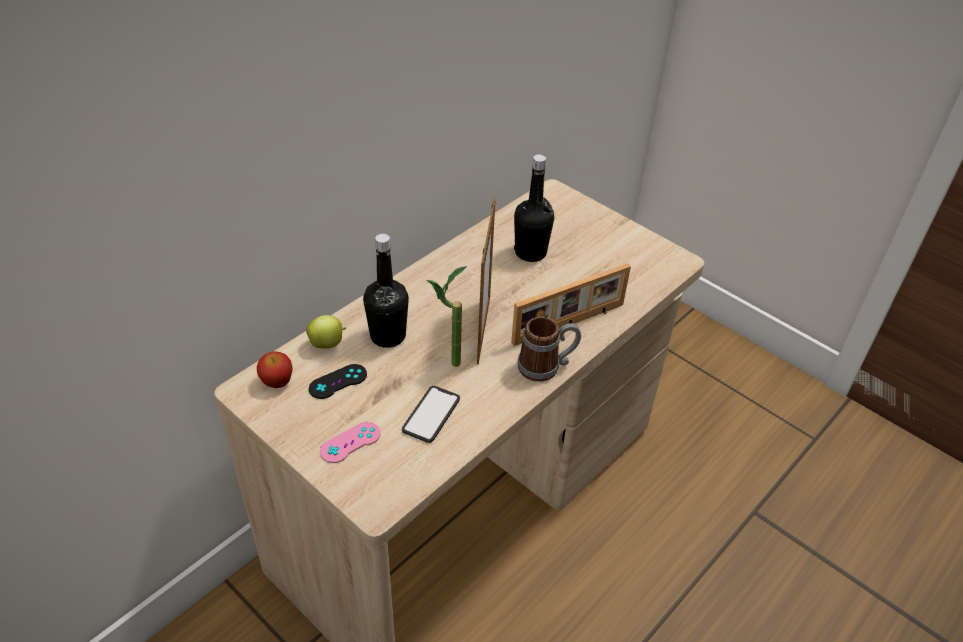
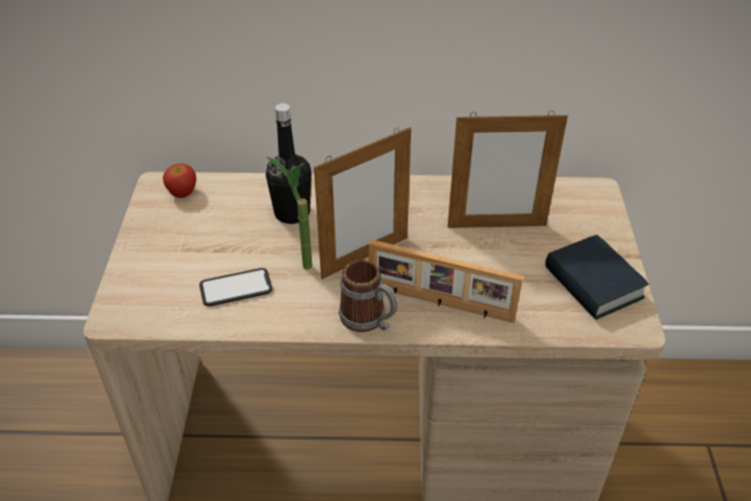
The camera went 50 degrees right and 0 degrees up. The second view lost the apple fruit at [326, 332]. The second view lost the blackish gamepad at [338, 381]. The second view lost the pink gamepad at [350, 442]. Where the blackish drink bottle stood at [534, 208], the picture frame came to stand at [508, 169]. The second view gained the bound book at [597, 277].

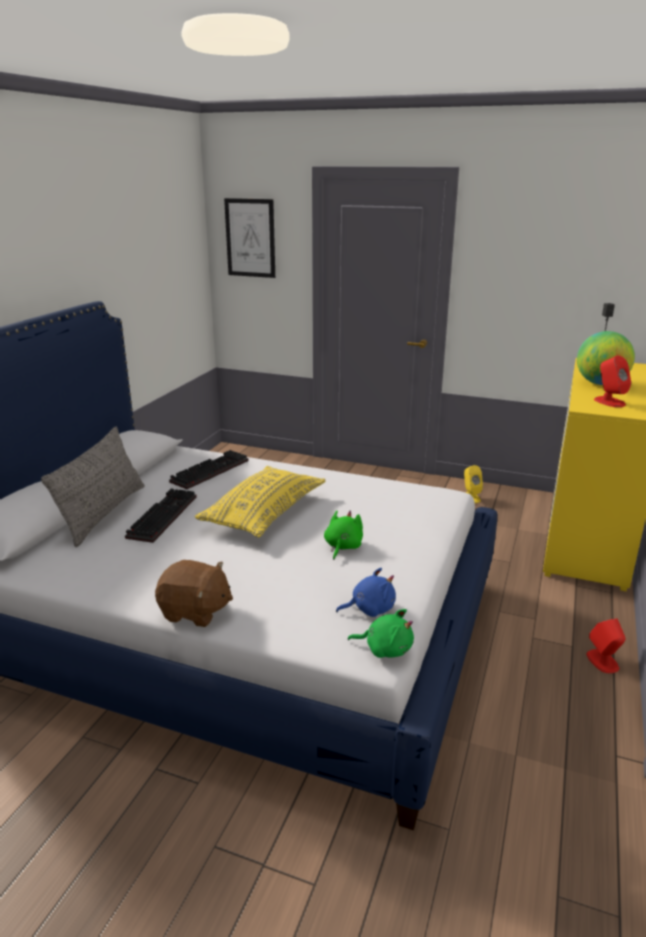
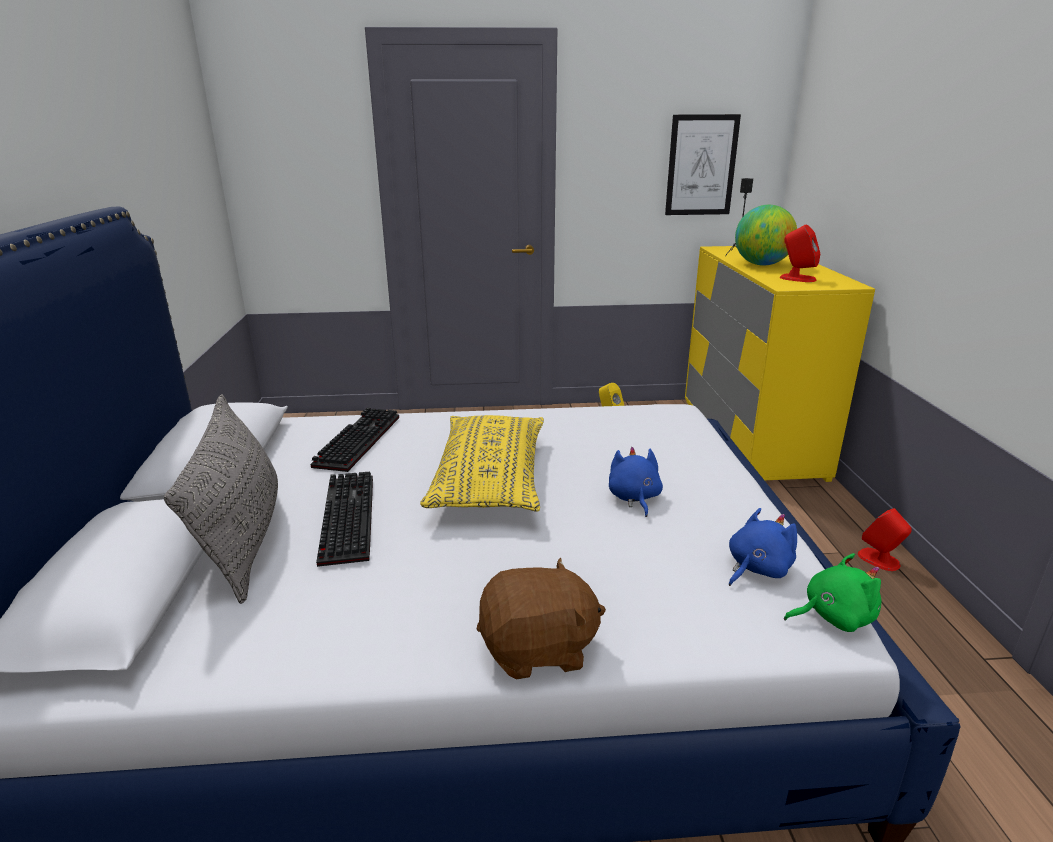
The camera went 25 degrees left and 0 degrees up. The picture ended up elsewhere, having gone from [249, 238] to [703, 164]. What was the green-coloured plush toy at [343, 535] turned into the bluish plush toy at [636, 482].

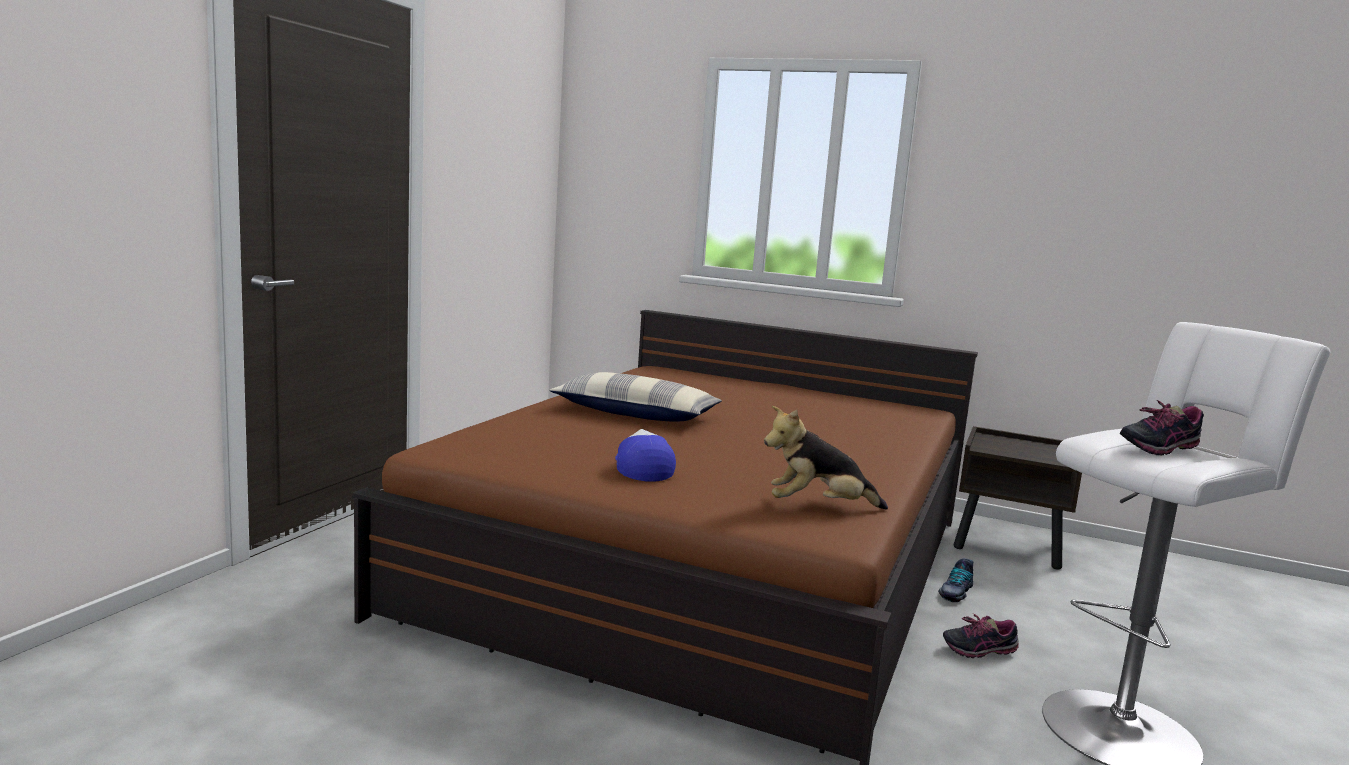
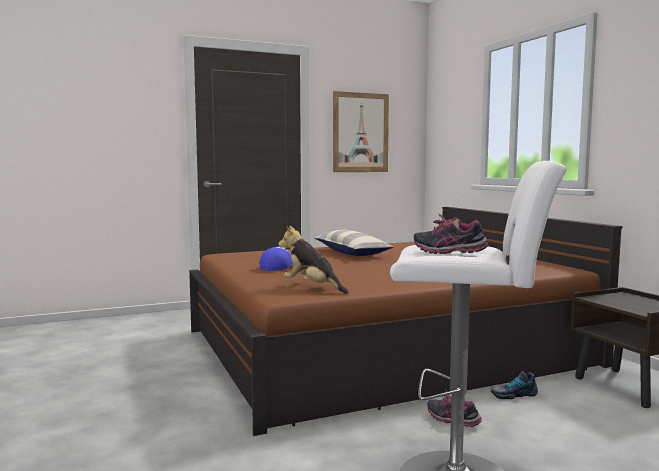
The camera went 45 degrees right and 5 degrees down. The second view gained the picture at [361, 131].

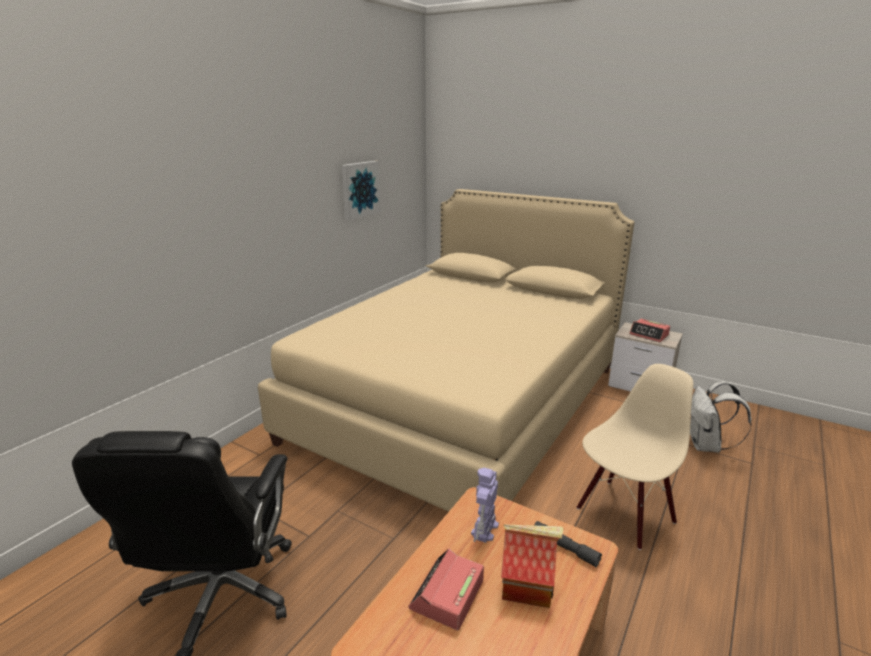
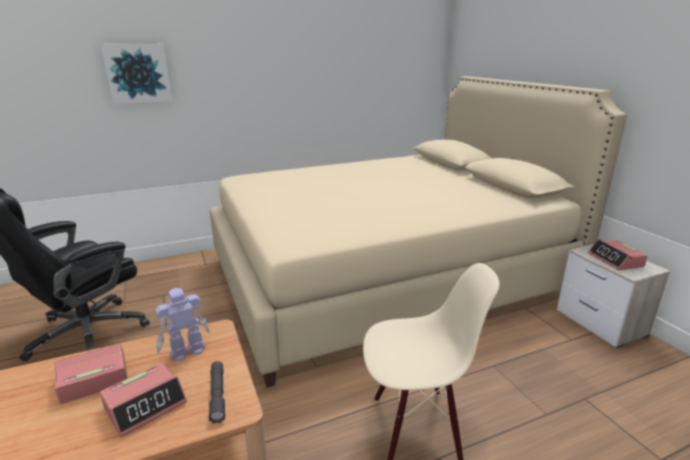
The camera went 35 degrees right and 0 degrees up. The picture ended up elsewhere, having gone from [361, 190] to [136, 73]. Where the toy house stood at [532, 566], the alarm clock came to stand at [143, 400]. The second view lost the white-coloured backpack at [721, 417].

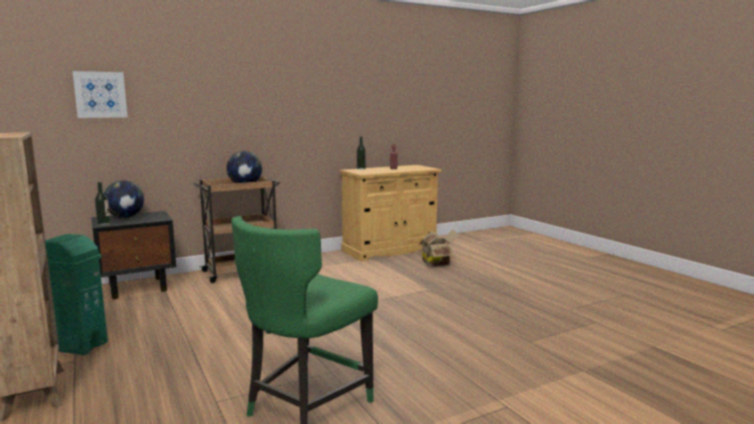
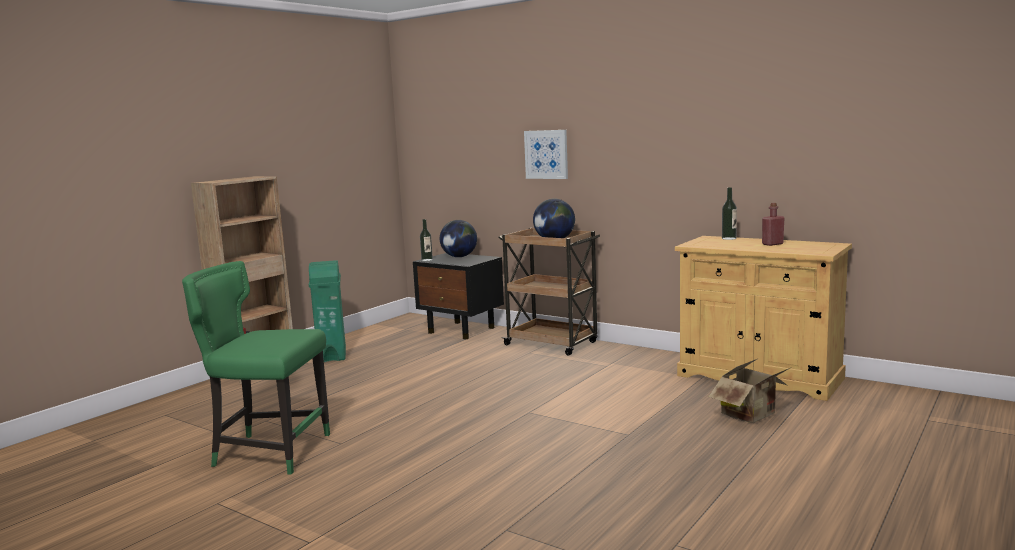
The camera went 65 degrees right and 0 degrees up. The picture ended up elsewhere, having gone from [100, 94] to [546, 154].

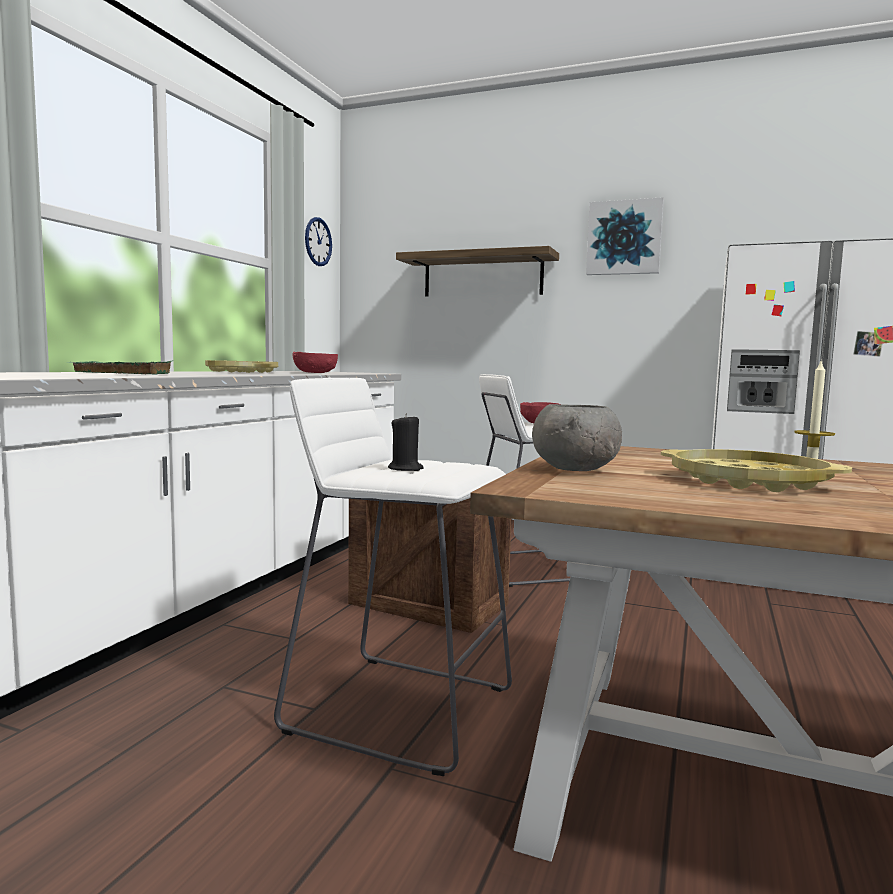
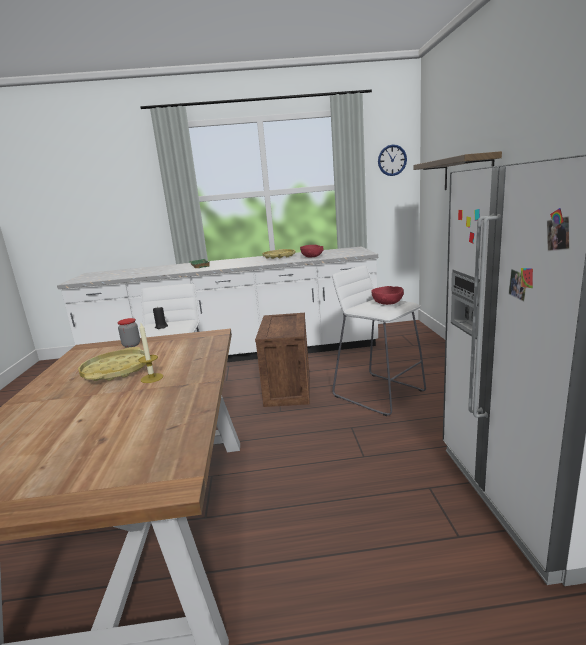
The camera went 65 degrees right and 10 degrees up. Where the greyish bowl stood at [577, 437], the preserve jar came to stand at [128, 333]. The second view lost the picture at [625, 236].

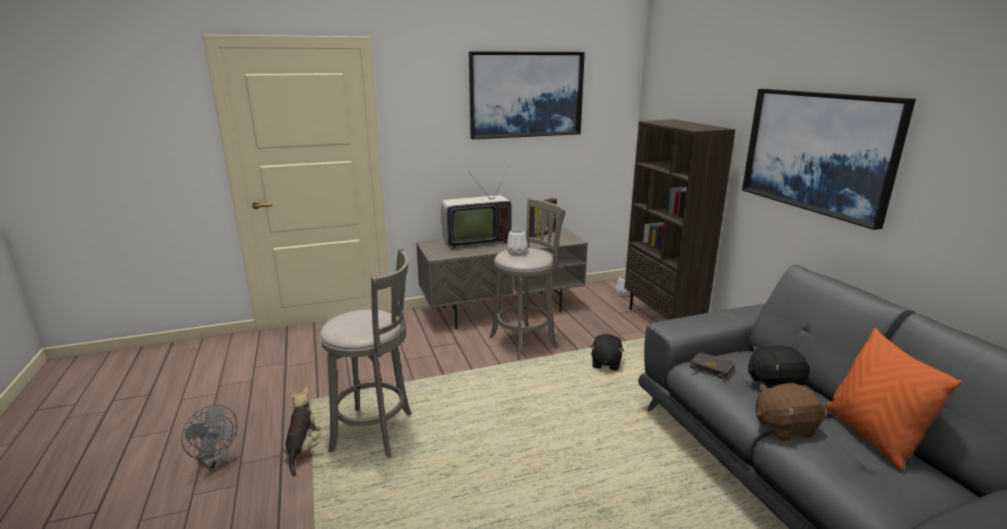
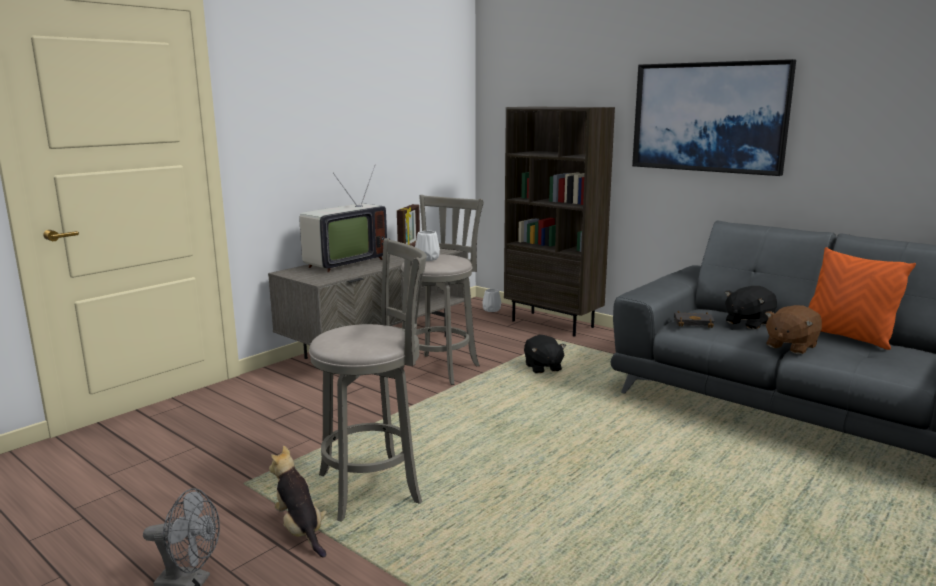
The camera went 30 degrees left and 5 degrees down. The second view lost the picture at [527, 95].

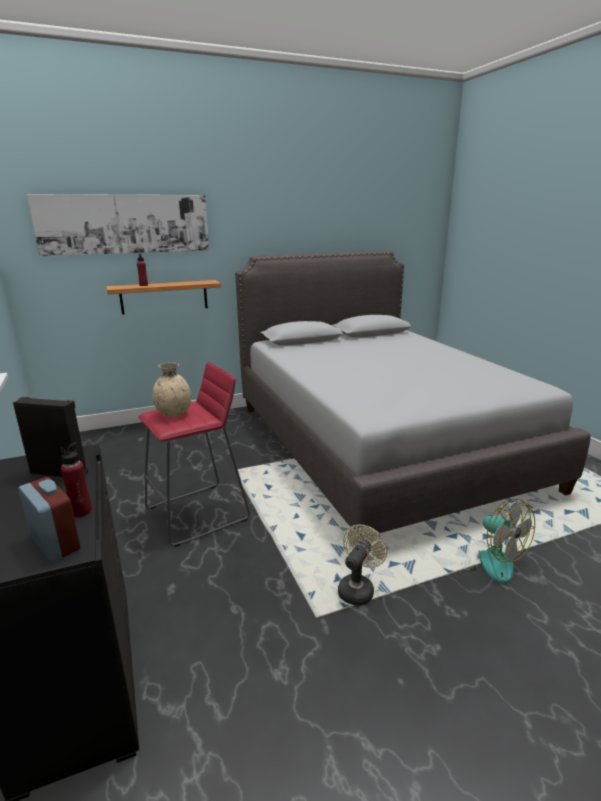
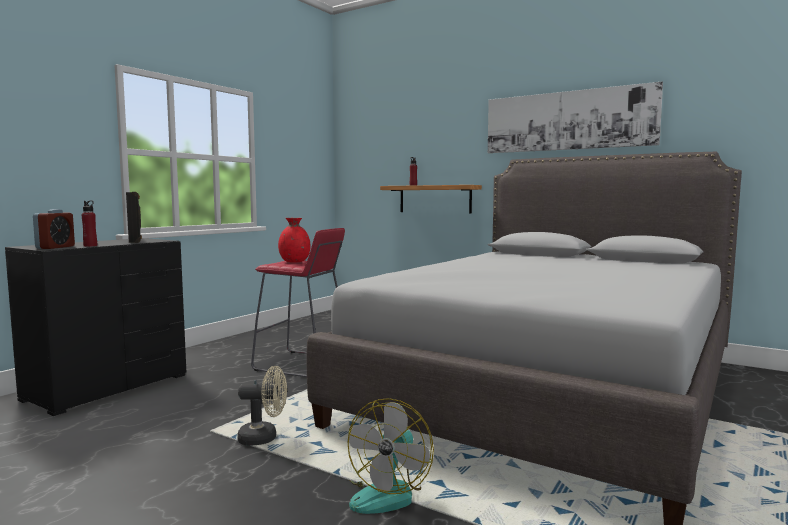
The camera went 55 degrees right and 15 degrees down. The picture ended up elsewhere, having gone from [118, 225] to [575, 117]. What was the sand-coloured decorative vase at [172, 389] turned into the reddish decorative vase at [294, 240].

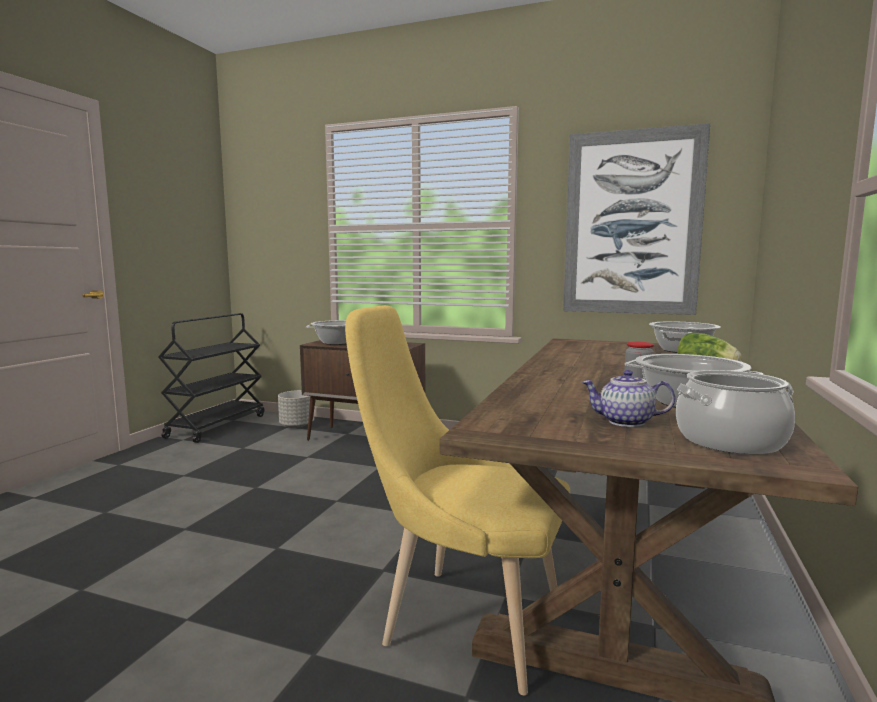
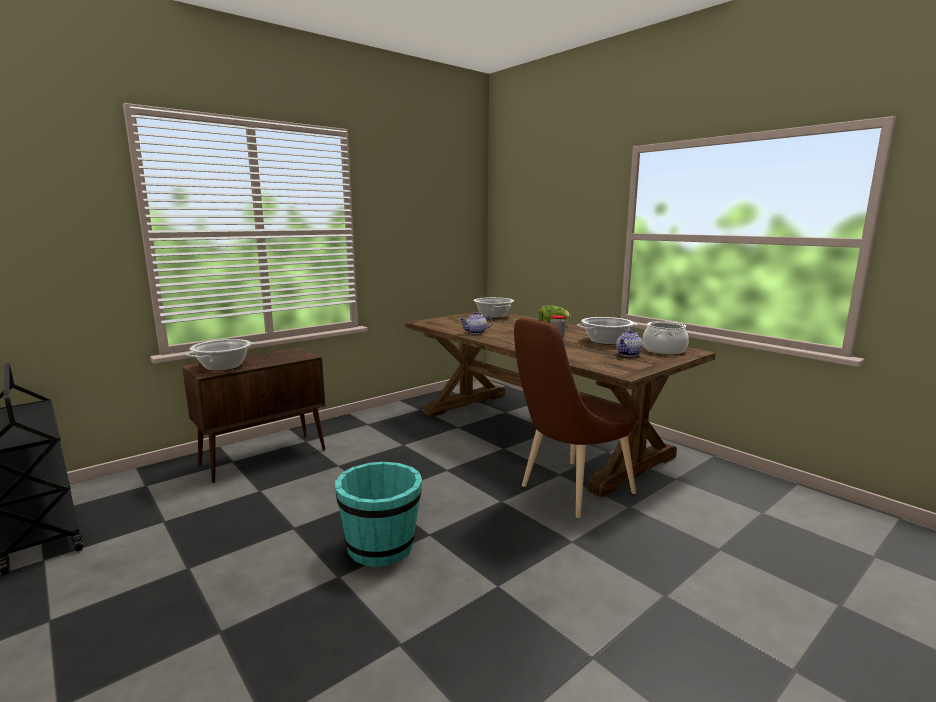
The camera went 60 degrees left and 5 degrees up. The second view lost the greyish flower pot at [296, 409]. What was the yellow plain chair at [457, 500] turned into the brownish plain chair at [575, 418]. The second view lost the picture at [636, 219]. The second view gained the turquoise-coloured pail at [378, 514]. The second view gained the pot for tea at [476, 323].

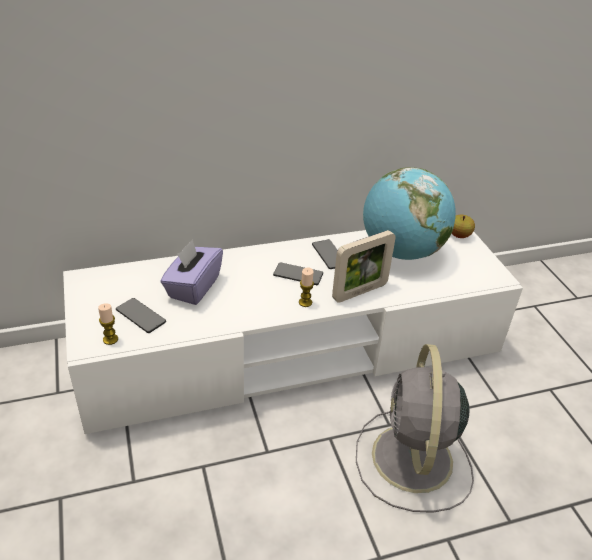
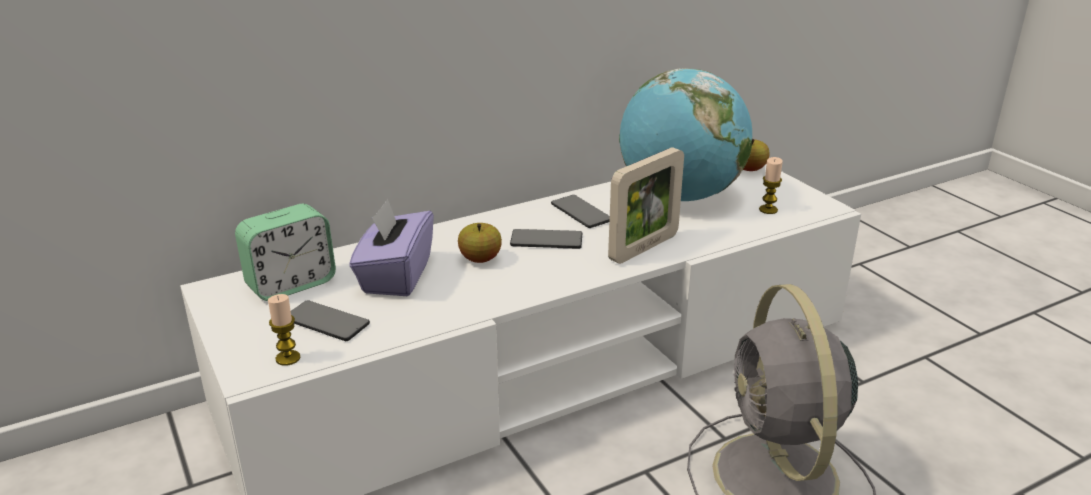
The camera went 10 degrees left and 10 degrees down. The candle ended up elsewhere, having gone from [306, 287] to [771, 185]. The second view gained the alarm clock at [285, 252]. The second view gained the apple fruit at [480, 243].

